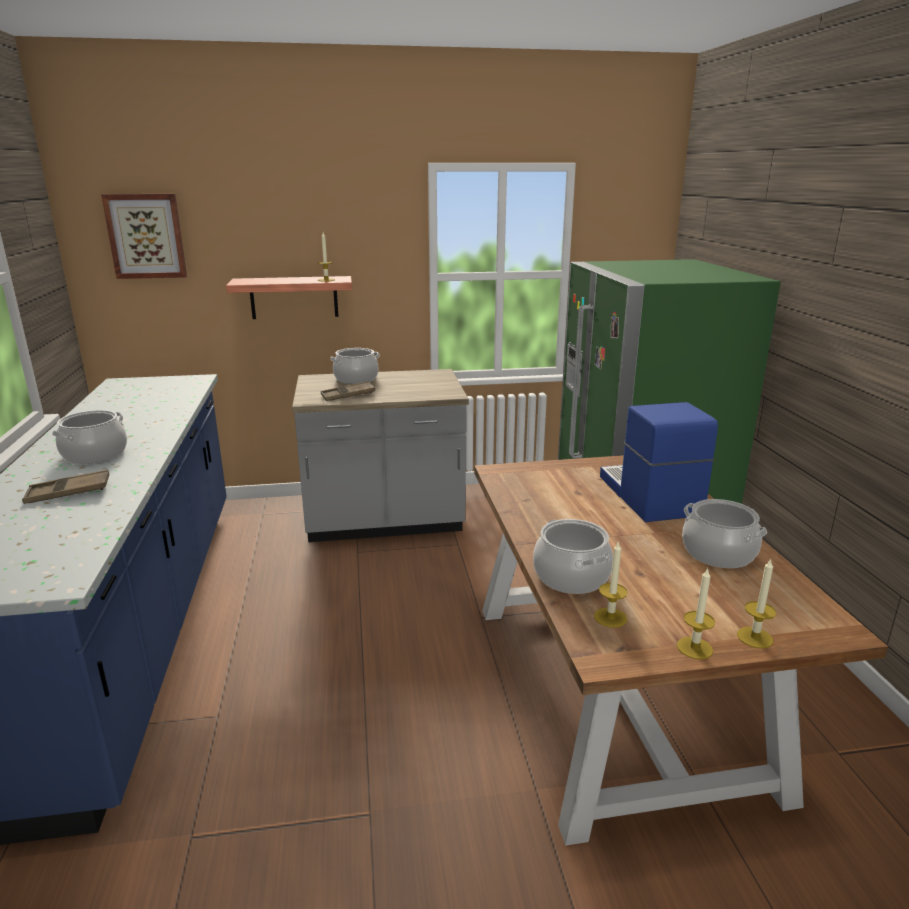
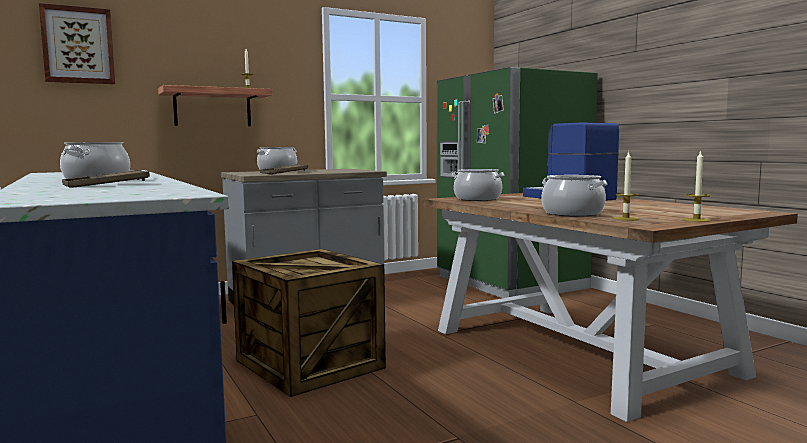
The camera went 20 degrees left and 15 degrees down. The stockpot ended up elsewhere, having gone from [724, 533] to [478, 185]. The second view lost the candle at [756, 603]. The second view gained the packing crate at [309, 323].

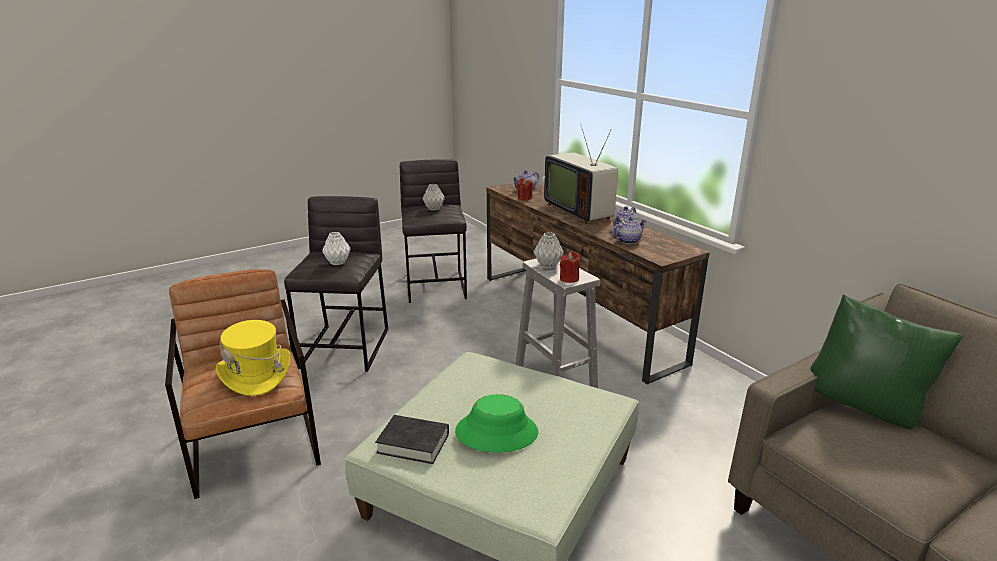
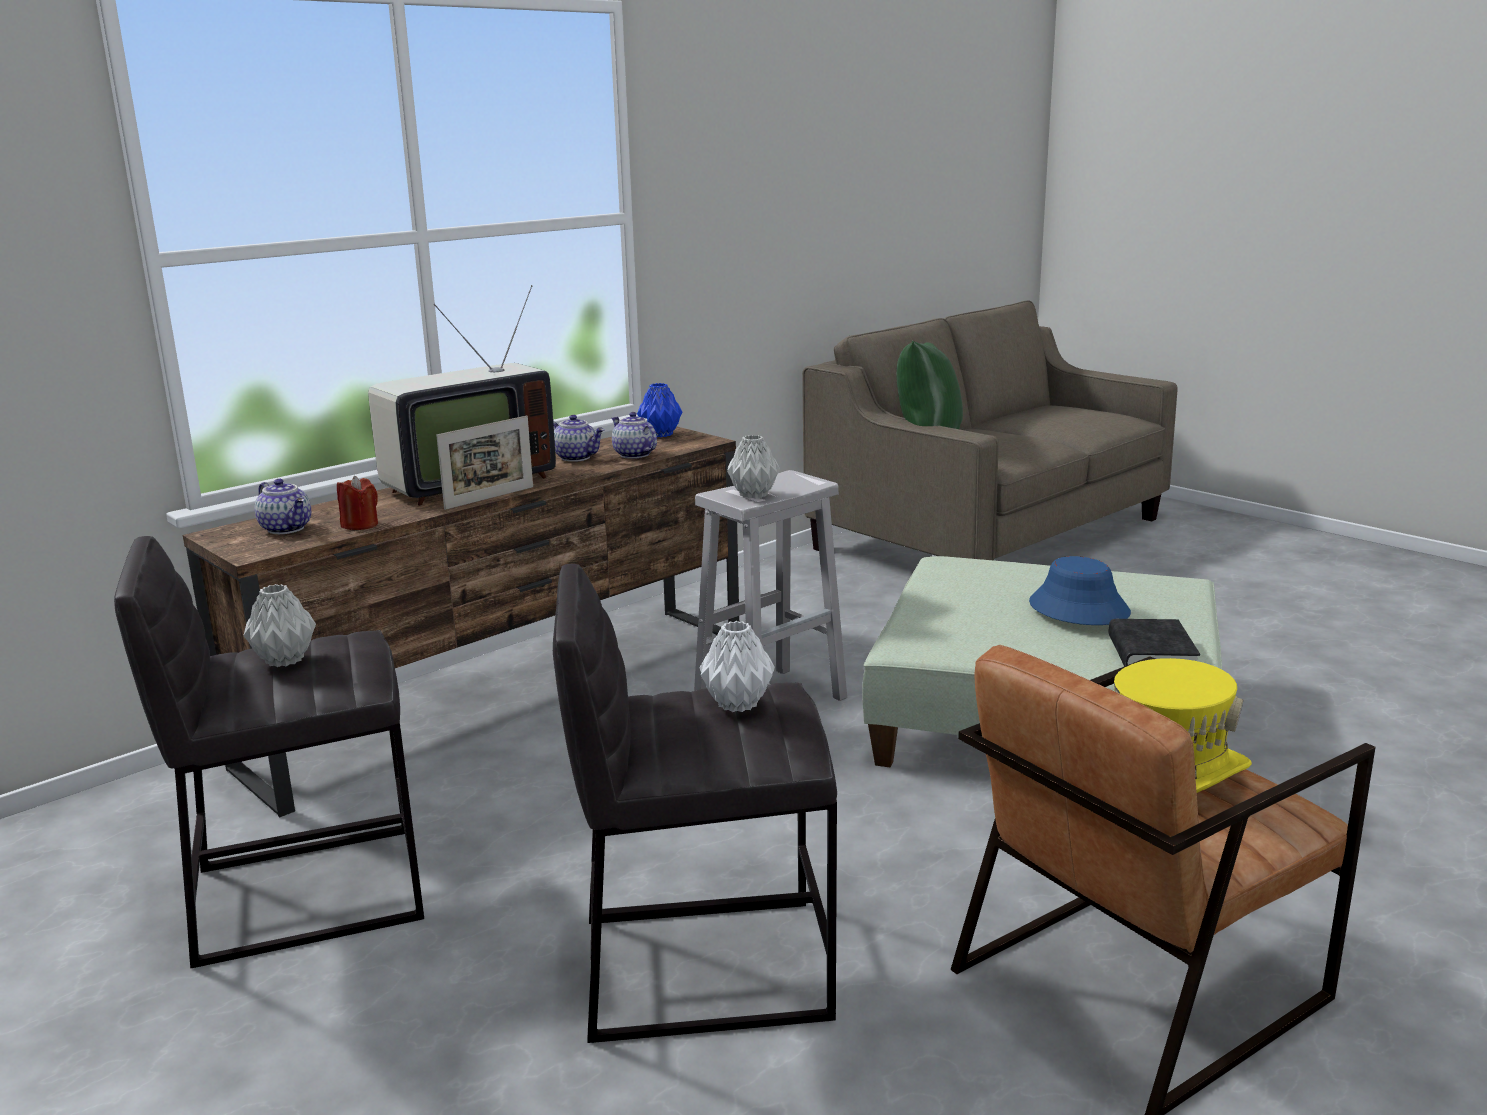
The camera went 100 degrees left and 5 degrees down. What was the green-coloured wearable hat at [496, 423] turned into the bluish wearable hat at [1080, 590]. The second view lost the reddish candle at [570, 267]. The second view gained the picture frame at [484, 462]. The second view gained the bluish decorative vase at [659, 410].

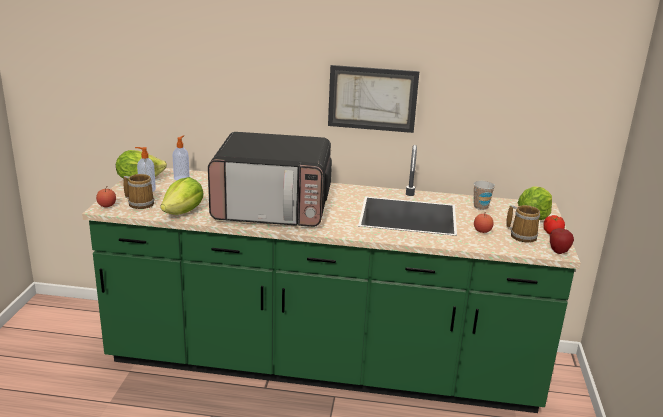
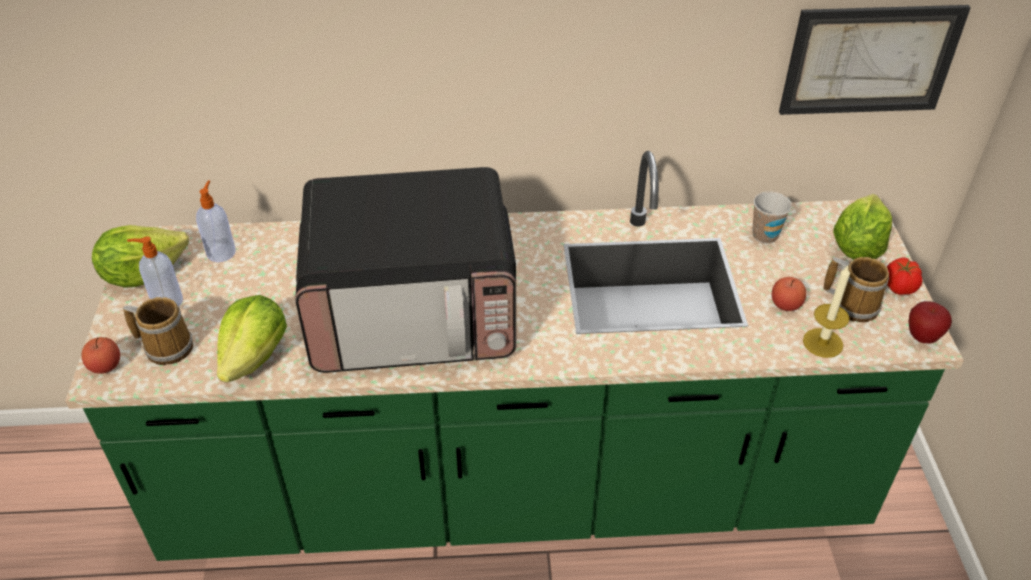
The camera went 10 degrees left and 20 degrees up. The picture ended up elsewhere, having gone from [373, 99] to [875, 60]. The second view gained the candle at [826, 312].

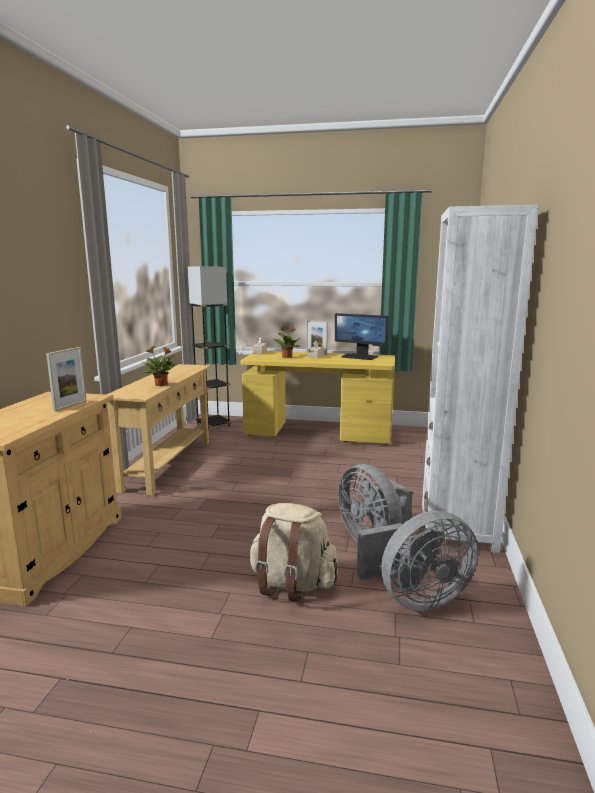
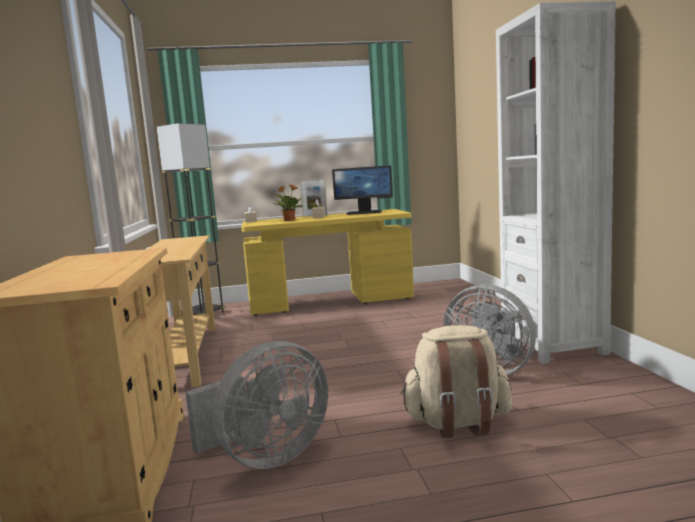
The camera went 20 degrees left and 5 degrees down. The second view lost the picture frame at [66, 379]. The second view lost the plant in a pot at [160, 366]. The greyish fan ended up elsewhere, having gone from [417, 561] to [256, 405].

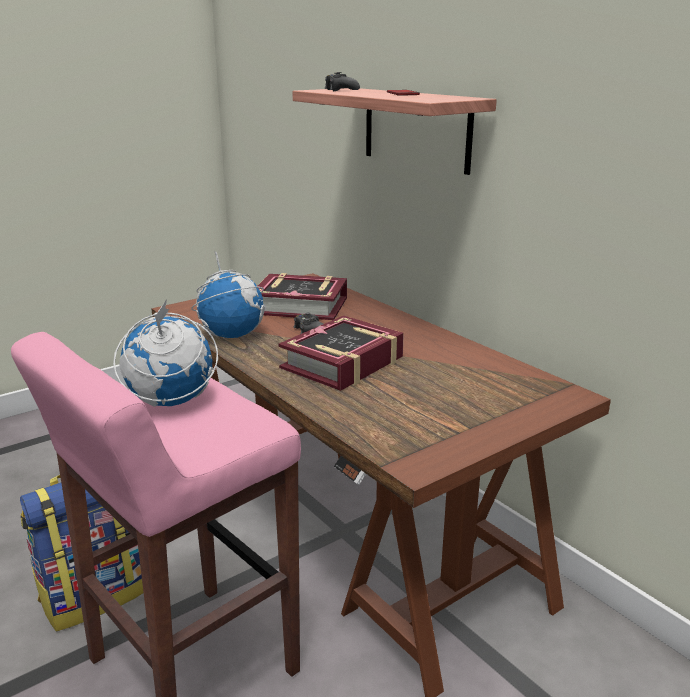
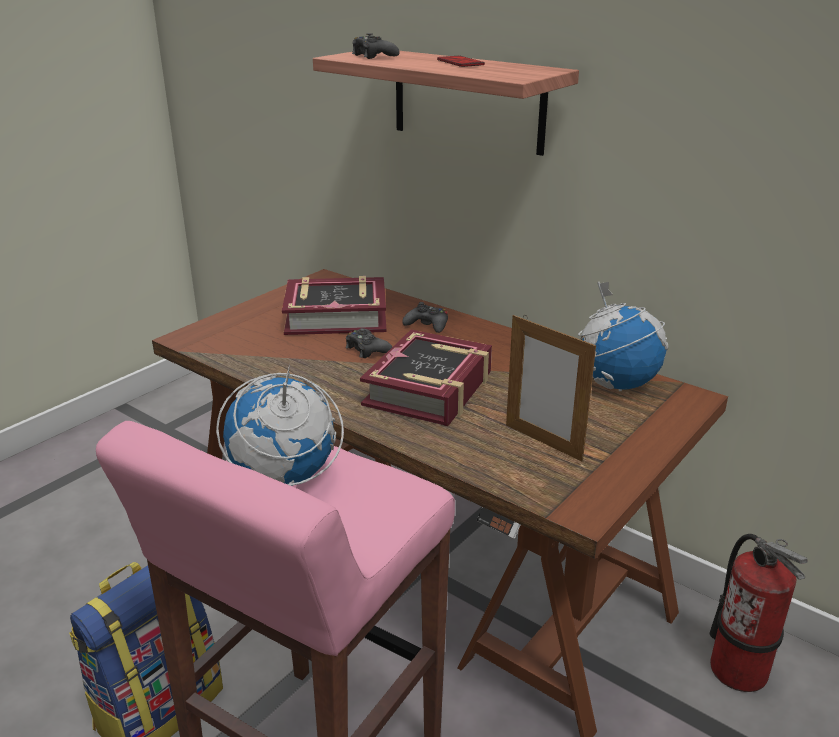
The camera went 15 degrees left and 5 degrees up. The desk globe ended up elsewhere, having gone from [228, 295] to [623, 336]. The second view gained the blackish gamepad at [425, 317]. The second view gained the picture frame at [551, 388]. The second view gained the fire-fighting cylinder at [759, 613].

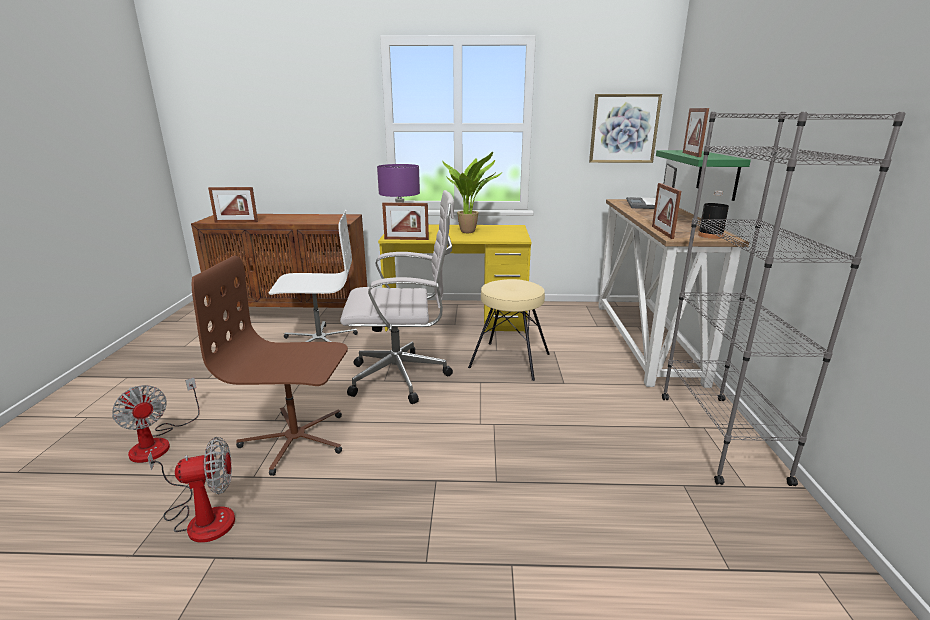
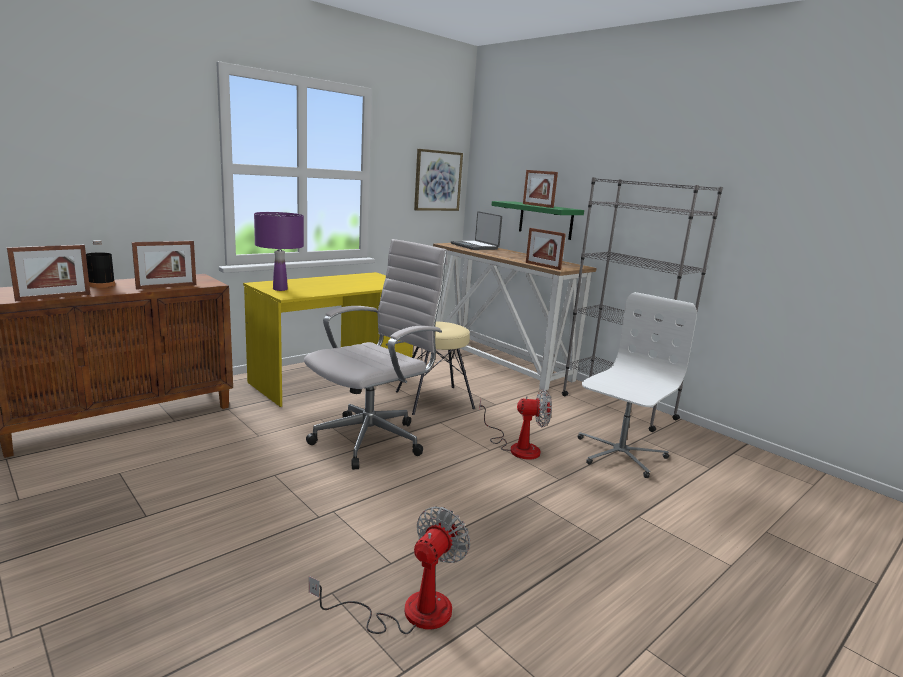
The camera went 45 degrees left and 5 degrees down. The fan ended up elsewhere, having gone from [156, 420] to [515, 424]. The second view lost the brownish office chair at [270, 365]. The white-coloured office chair ended up elsewhere, having gone from [313, 276] to [637, 385]. The picture frame ended up elsewhere, having gone from [405, 221] to [164, 265]. The second view lost the plant in a pot at [472, 192]. The blackish drink bottle ended up elsewhere, having gone from [713, 215] to [100, 264].

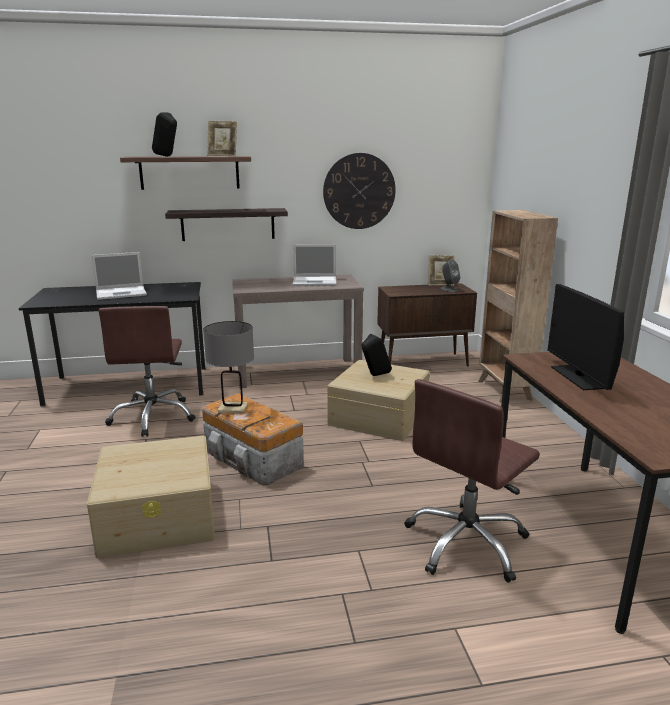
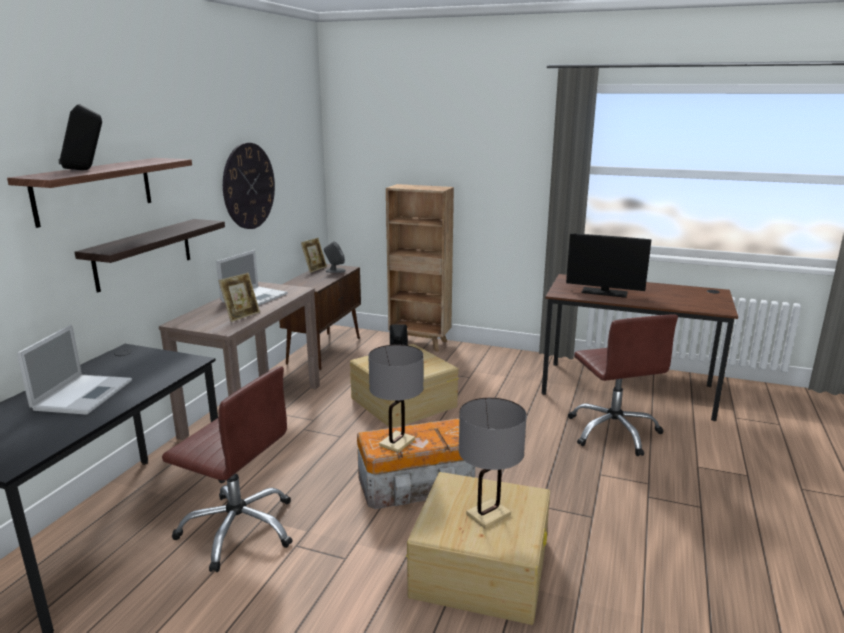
The camera went 60 degrees left and 0 degrees up. The picture frame ended up elsewhere, having gone from [222, 138] to [239, 297]. The second view gained the greyish lamp for a table at [493, 463].

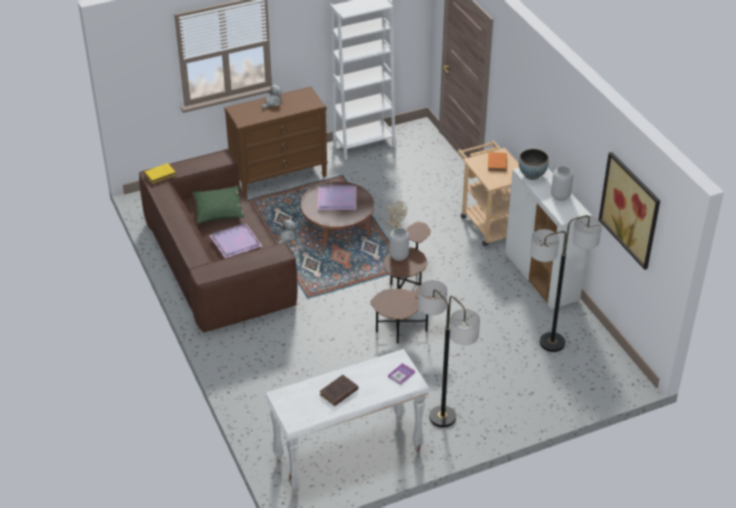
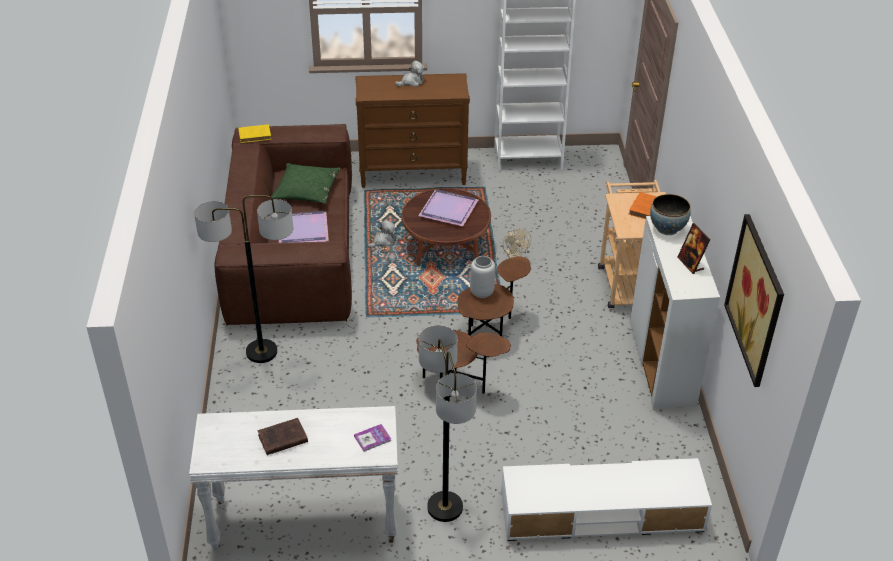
The camera went 20 degrees right and 0 degrees up. The standard lamp ended up elsewhere, having gone from [566, 283] to [243, 279]. Where the greyish decorative vase stood at [562, 183], the picture frame came to stand at [693, 248]. The second view gained the white-coloured tv unit at [606, 499].

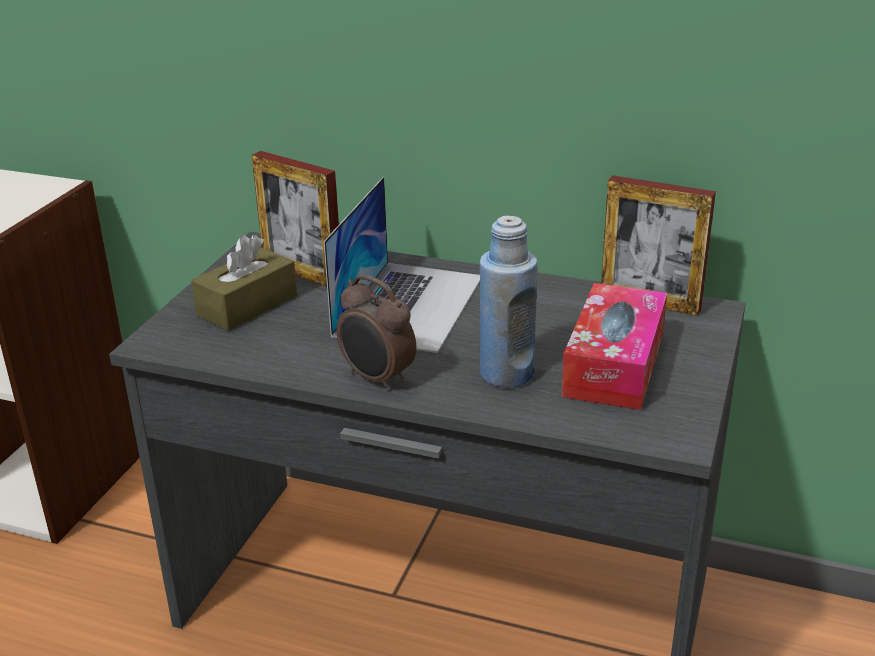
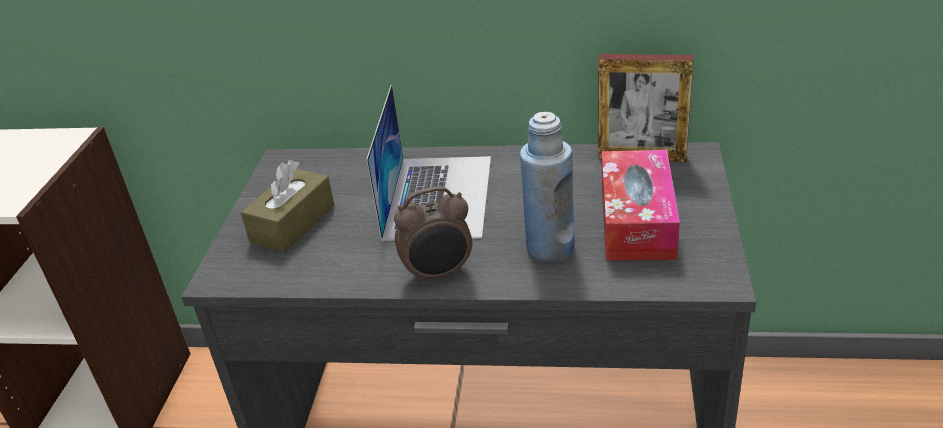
The camera went 10 degrees left and 5 degrees up. The second view lost the picture frame at [295, 219]. The alarm clock at [376, 333] ended up facing another way, 45 degrees counterclockwise from before.

